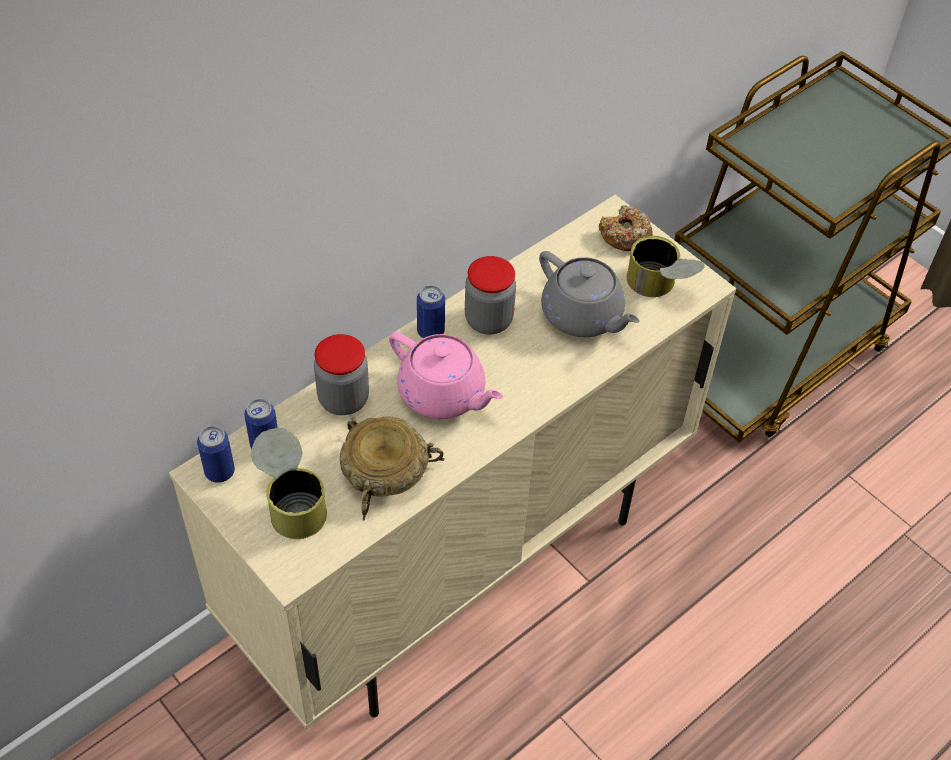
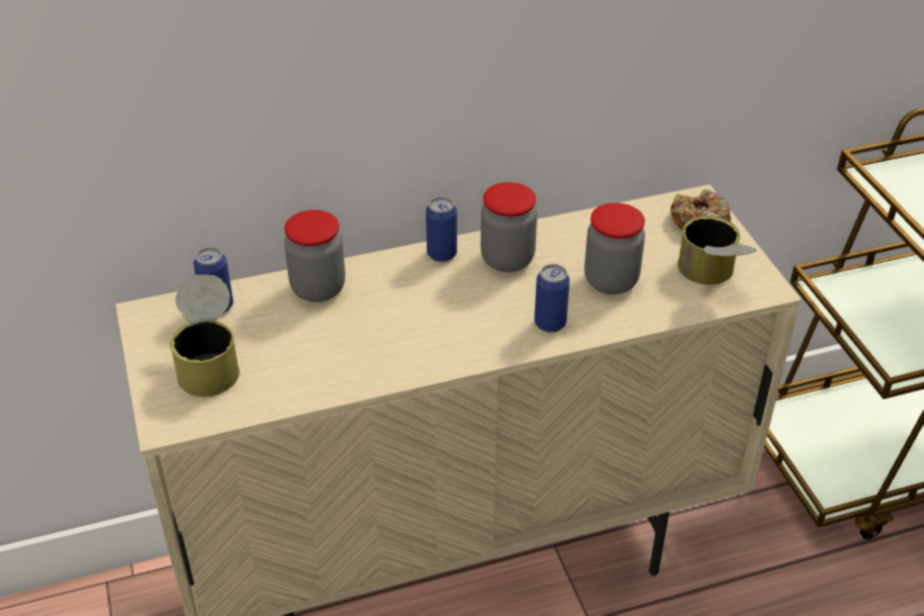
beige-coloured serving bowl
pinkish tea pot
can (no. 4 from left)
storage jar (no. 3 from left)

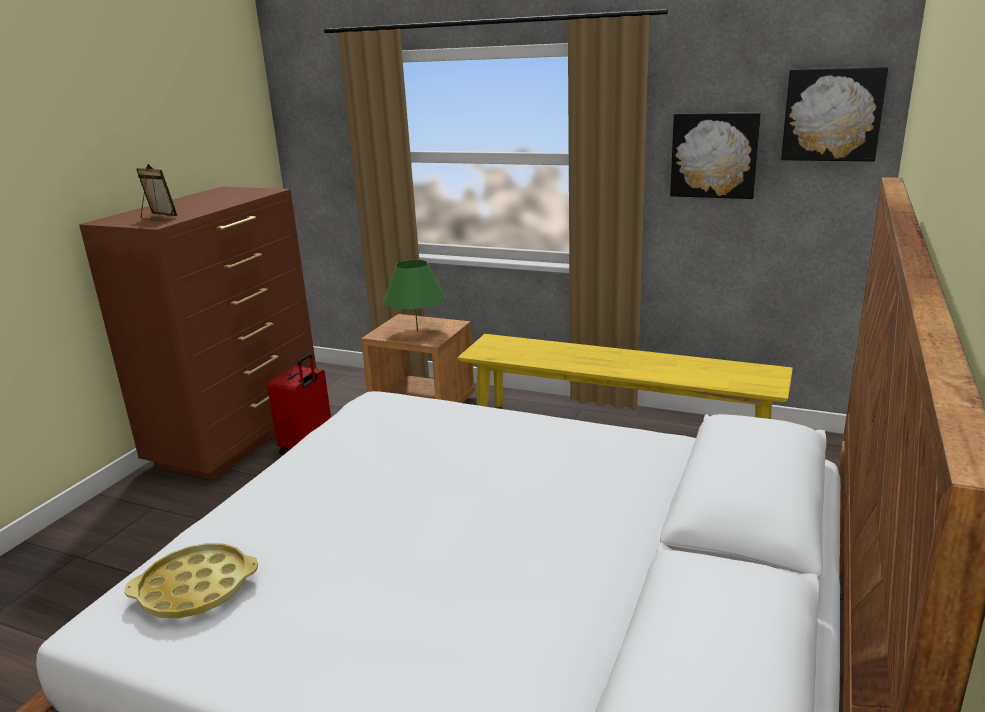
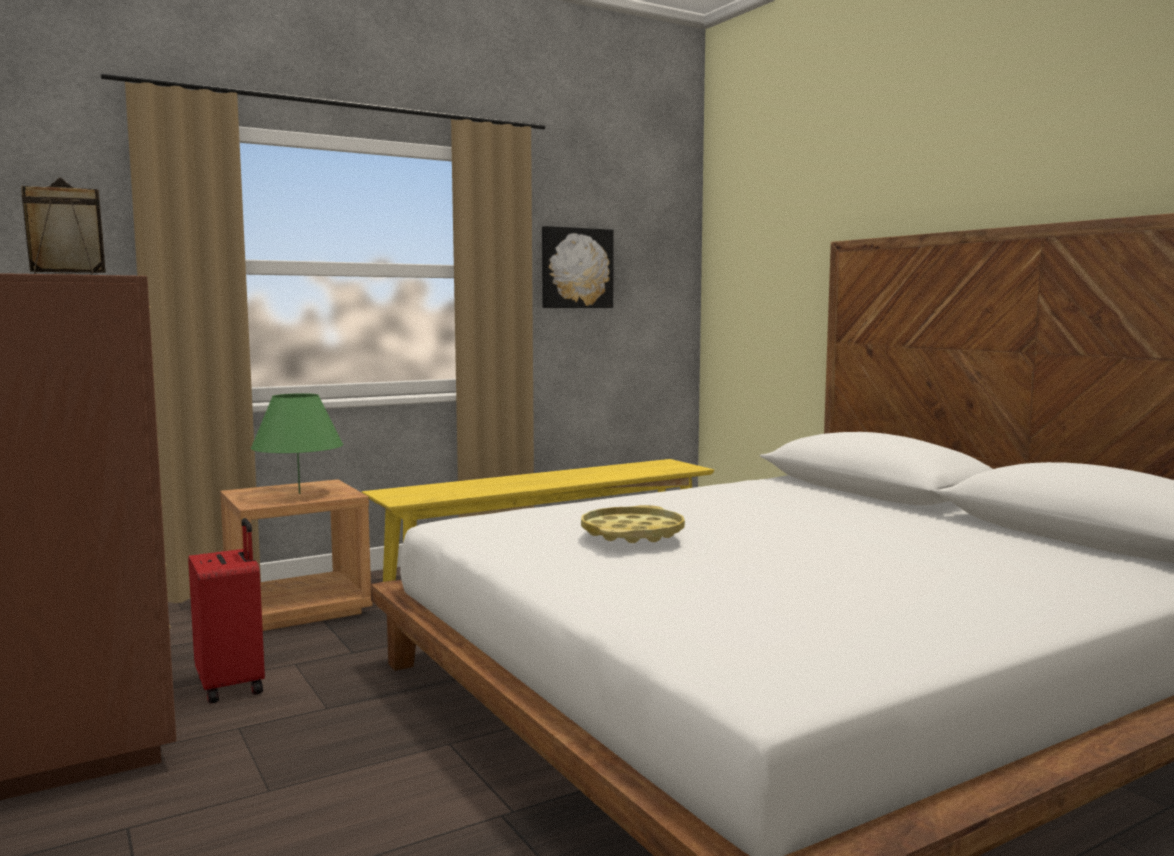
wall picture (no. 2 from left in the first image)
yellowish serving tray

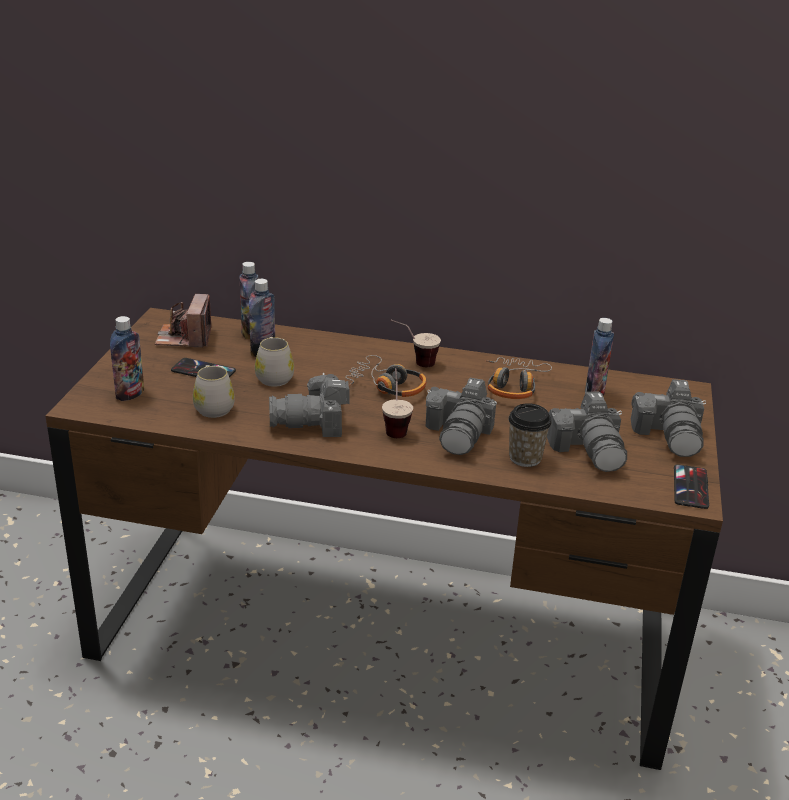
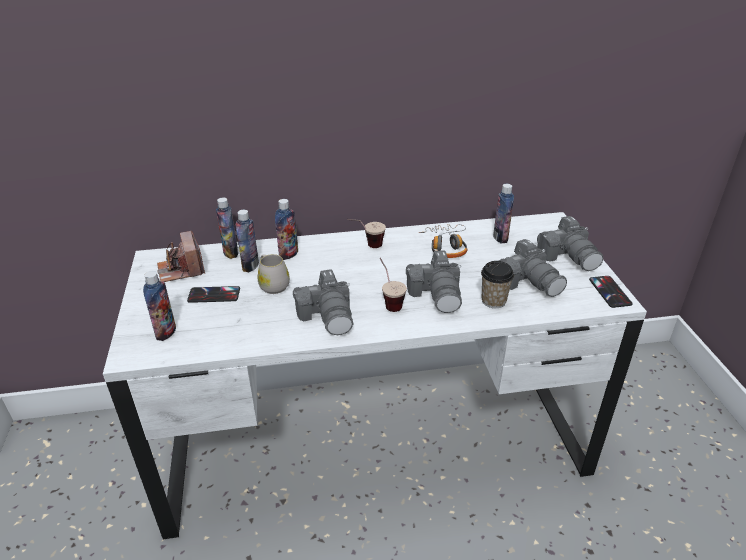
white-coloured tea mug (no. 1 from left in the first image)
headphones (no. 1 from left in the first image)
drink bottle (no. 4 from left)
white-coloured desk table
photo camera (no. 2 from left)

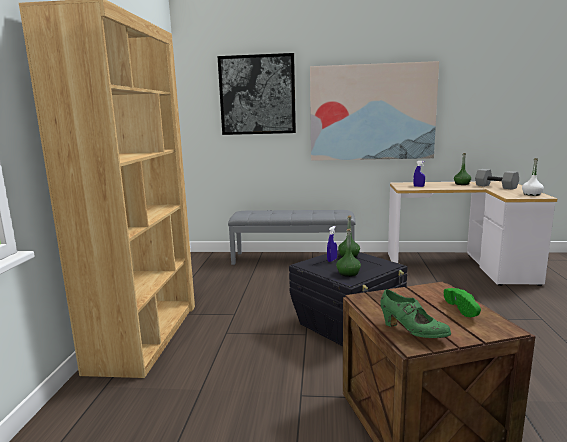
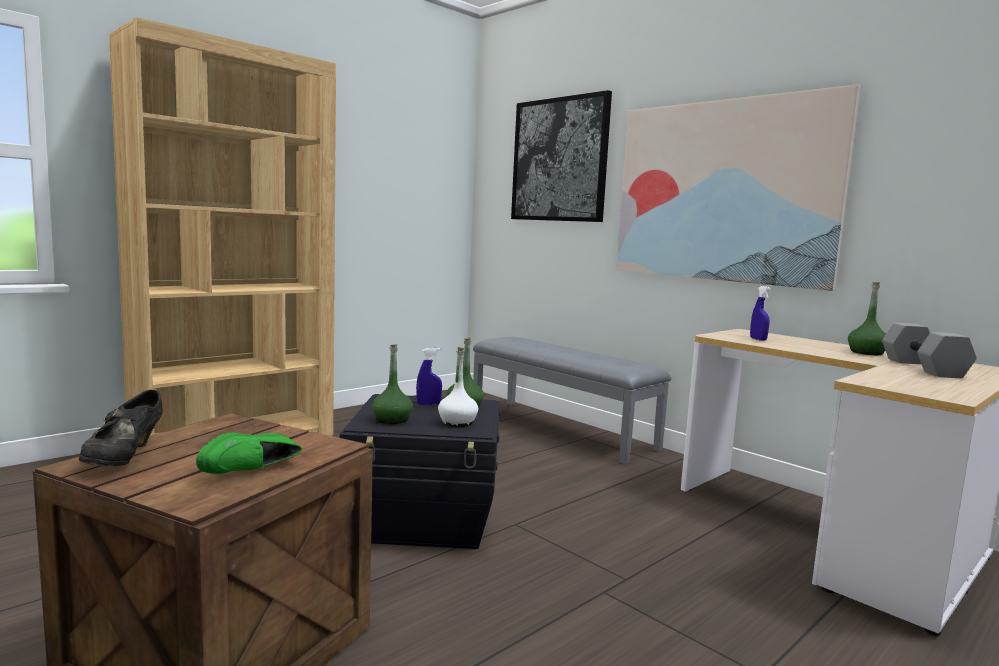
white-coloured drink bottle
black low shoe

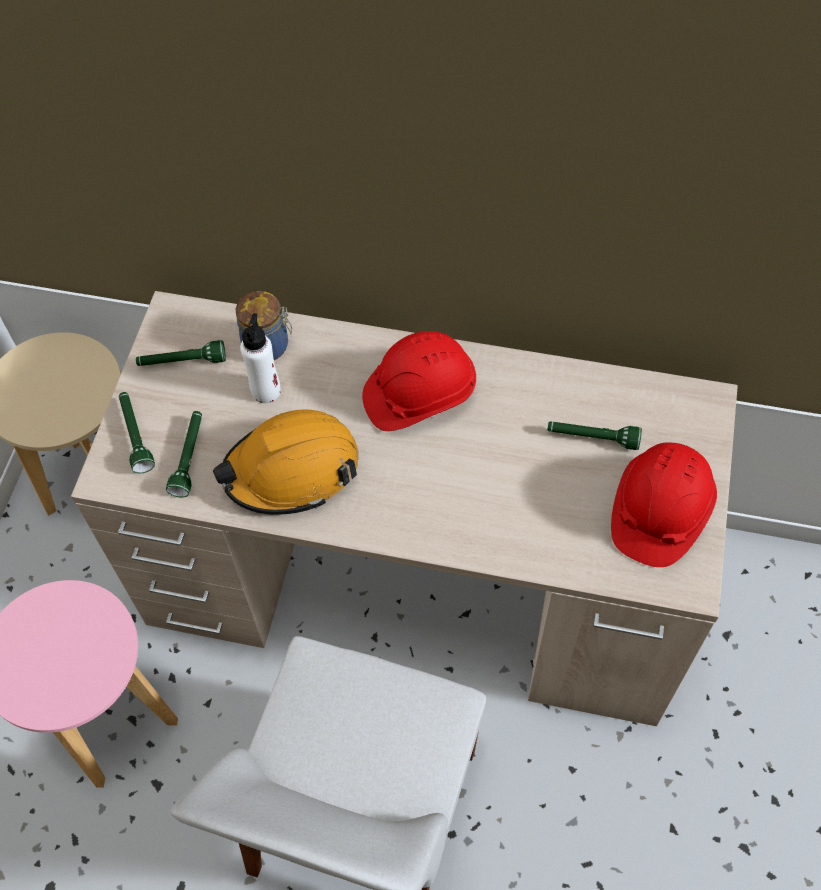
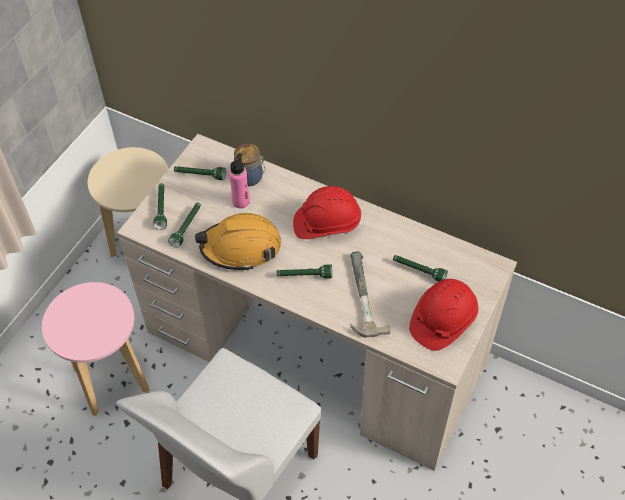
green-coloured flashlight (no. 4 from left)
hammer
pinkish drink bottle

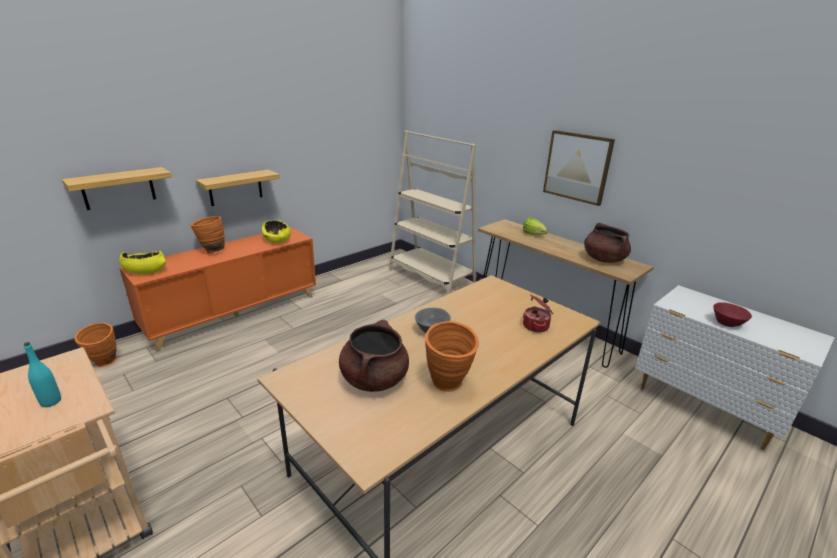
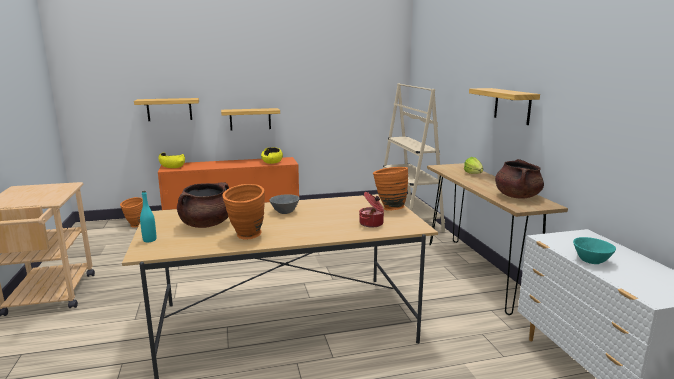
blue-green drink bottle
orange flower vase (no. 3 from left)
bracket shelf (no. 3 from left)
blue-green serving bowl

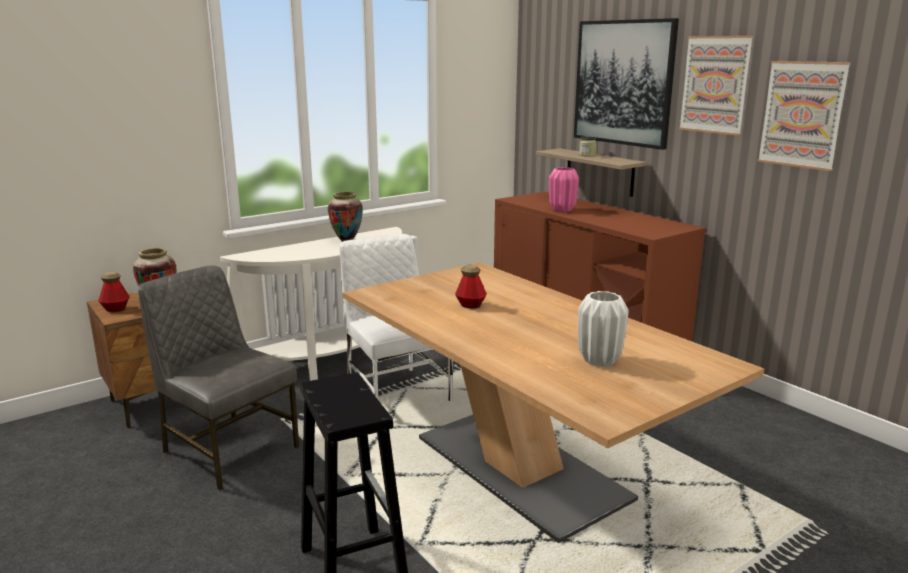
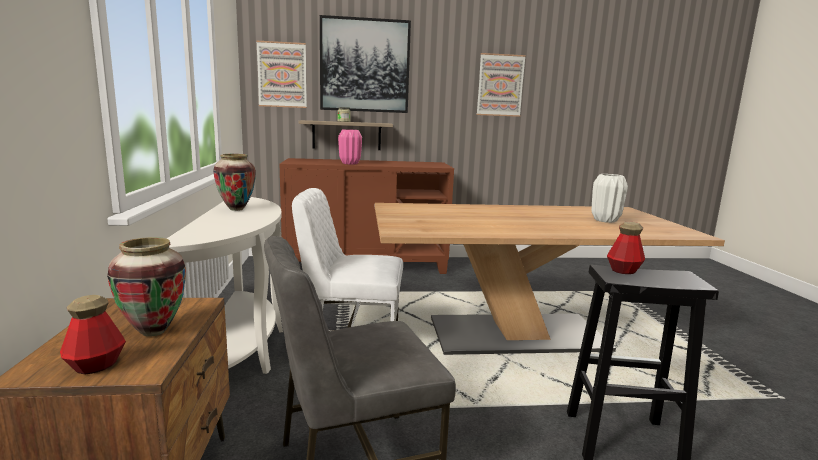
drink bottle (no. 2 from left)
wall picture (no. 1 from left)

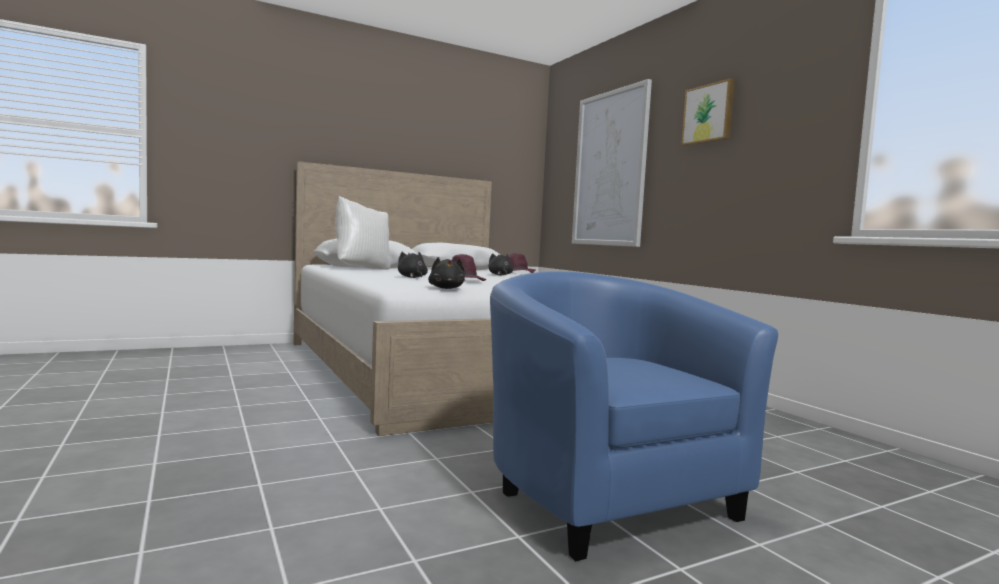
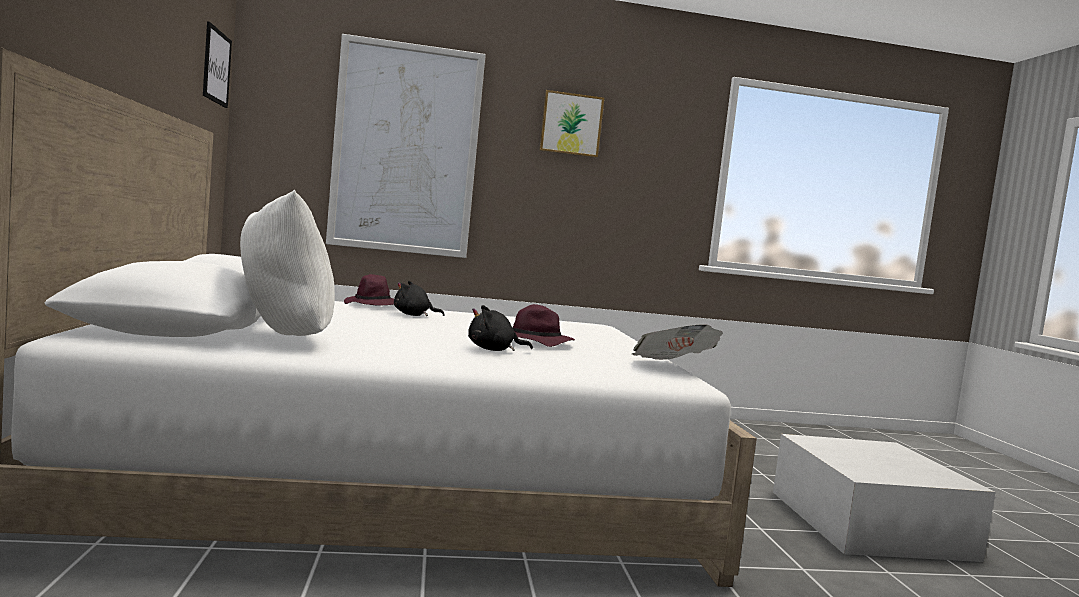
wall picture (no. 1 from left)
daily paper
white-coloured storage bin

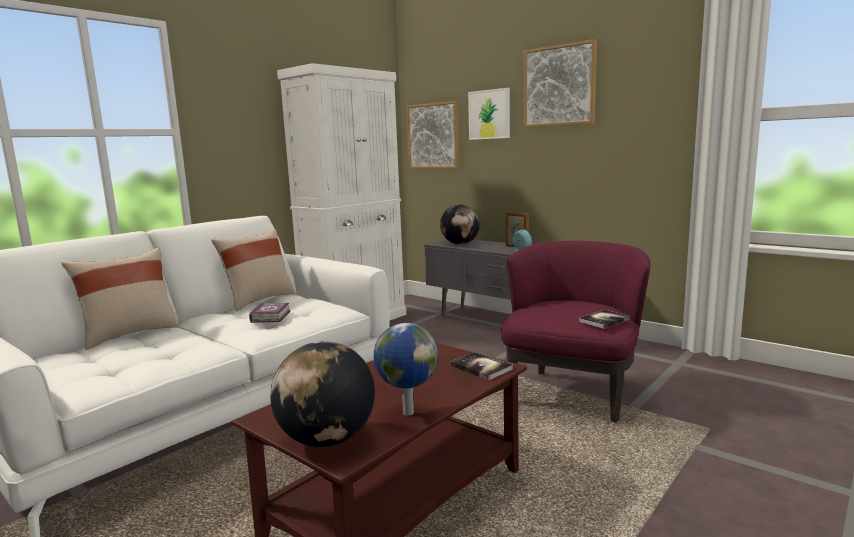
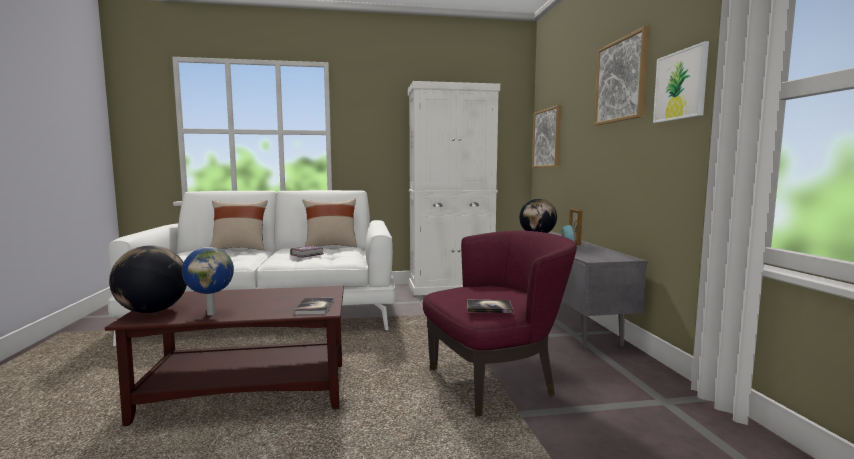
wall picture (no. 3 from left)

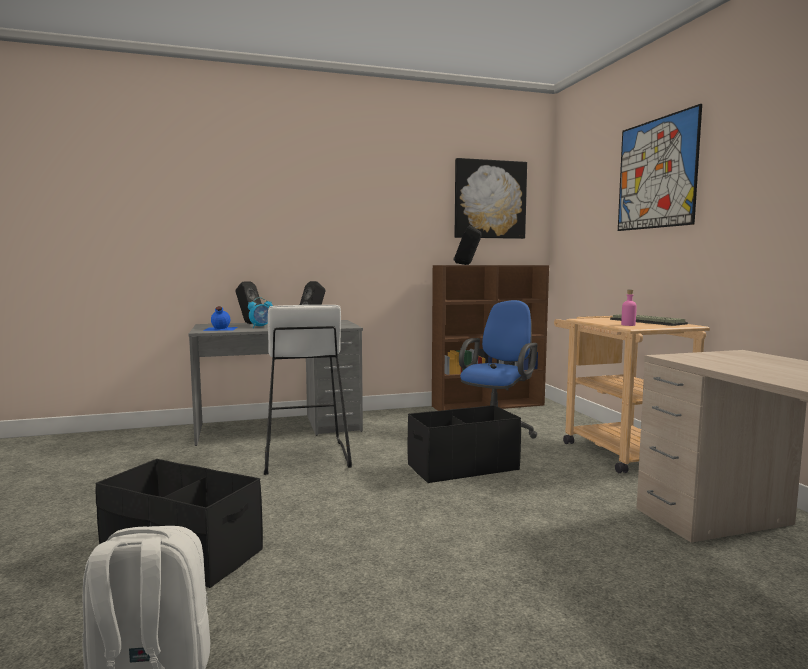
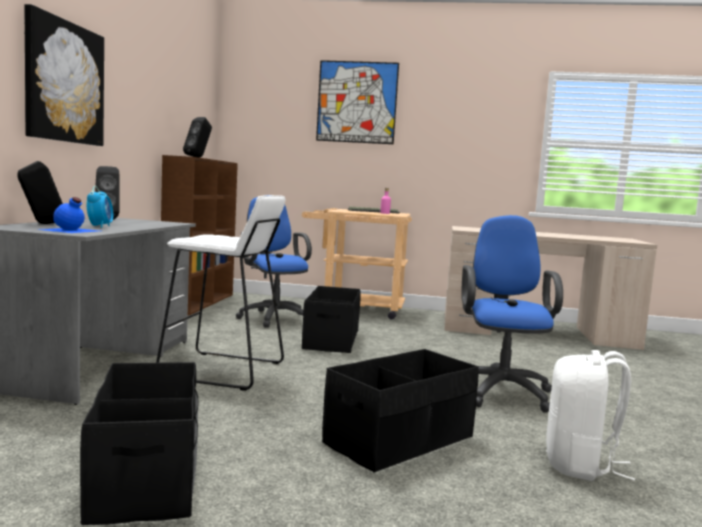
black storage bin (no. 1 from left)
bluish desk chair (no. 2 from left)
wall picture (no. 1 from left)

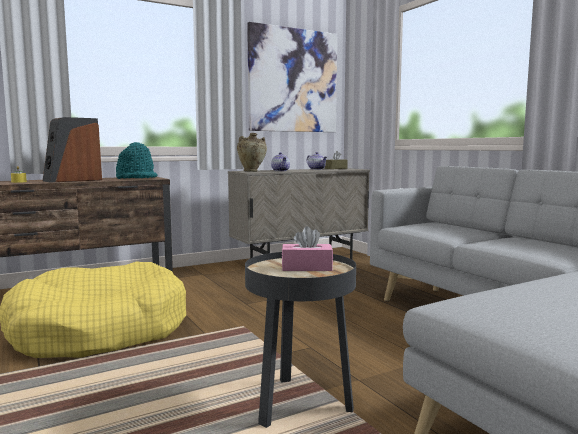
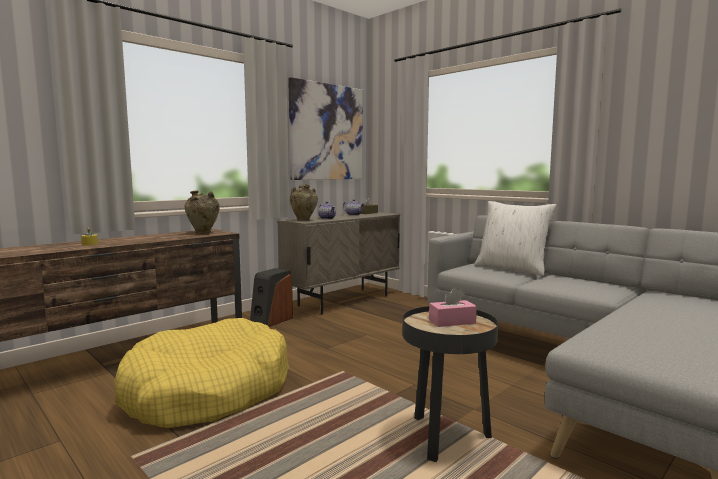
white-coloured pillow
loudspeaker
beige-coloured flower vase (no. 1 from left)

